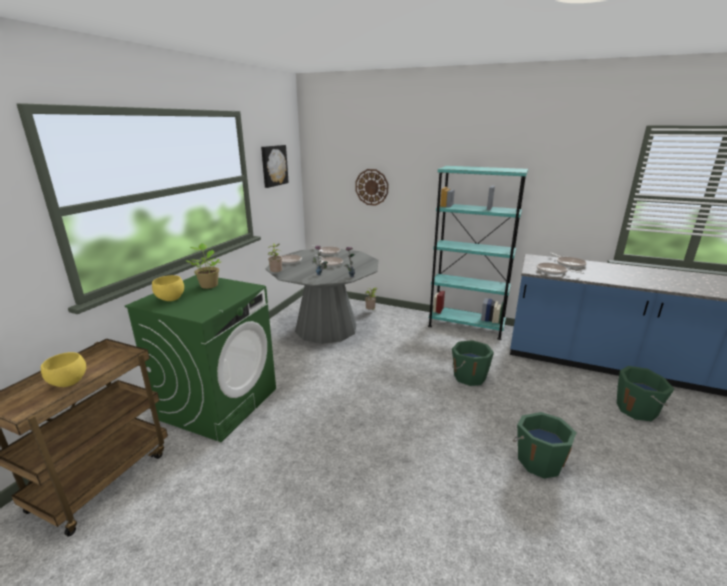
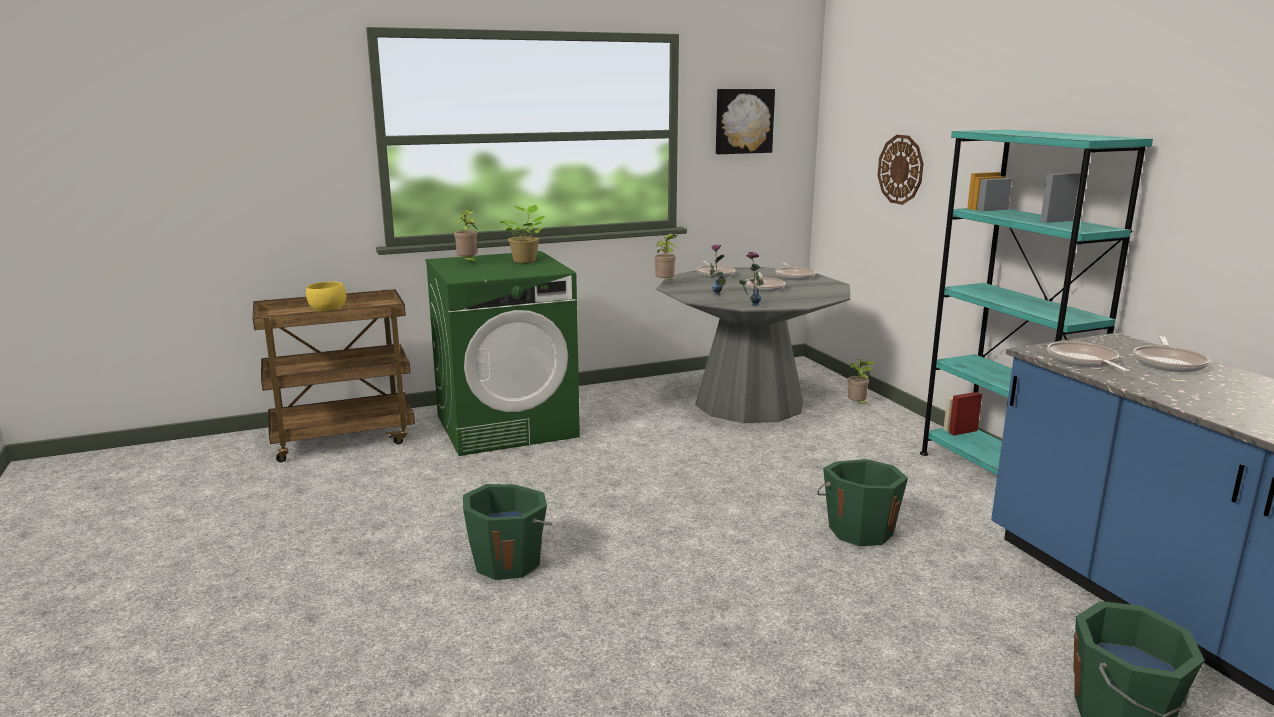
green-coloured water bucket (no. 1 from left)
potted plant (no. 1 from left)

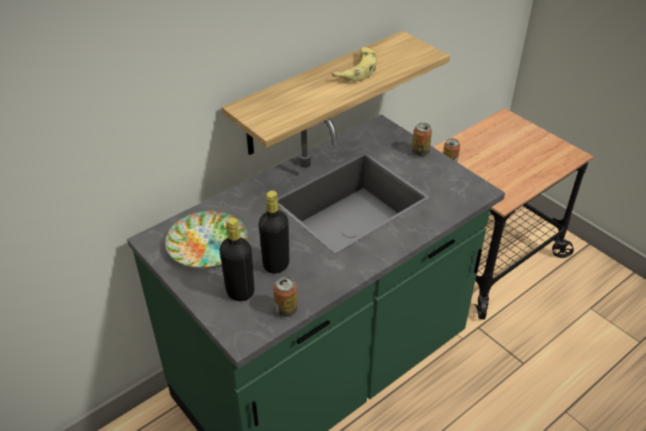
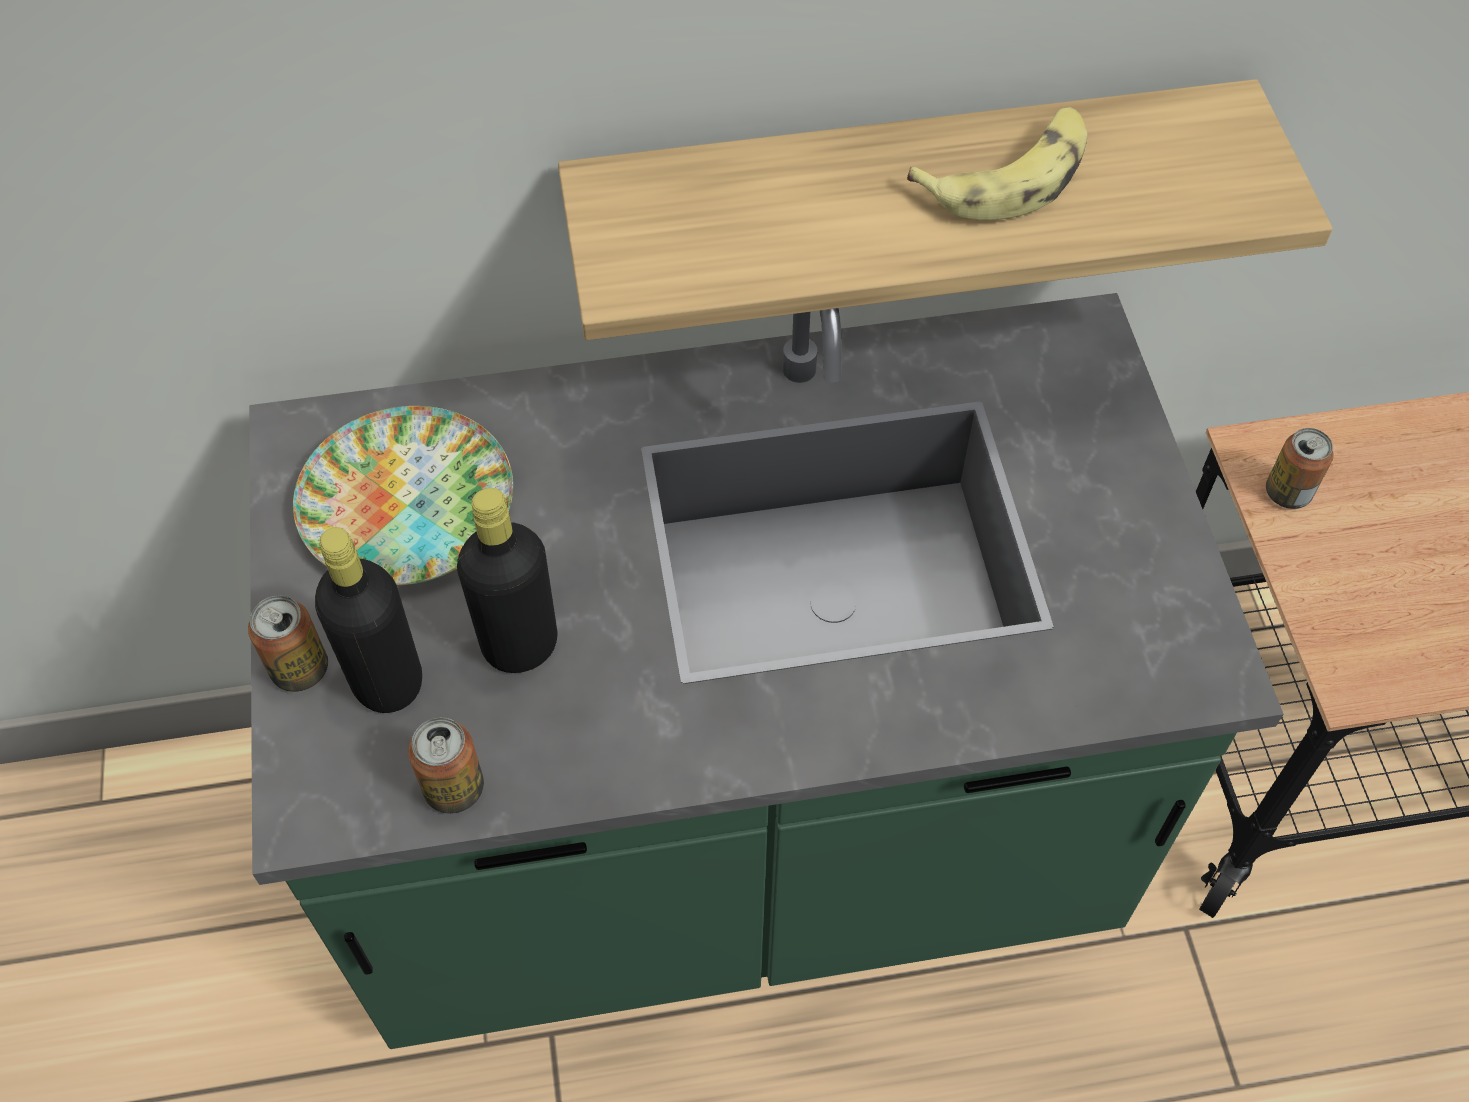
can (no. 1 from left)

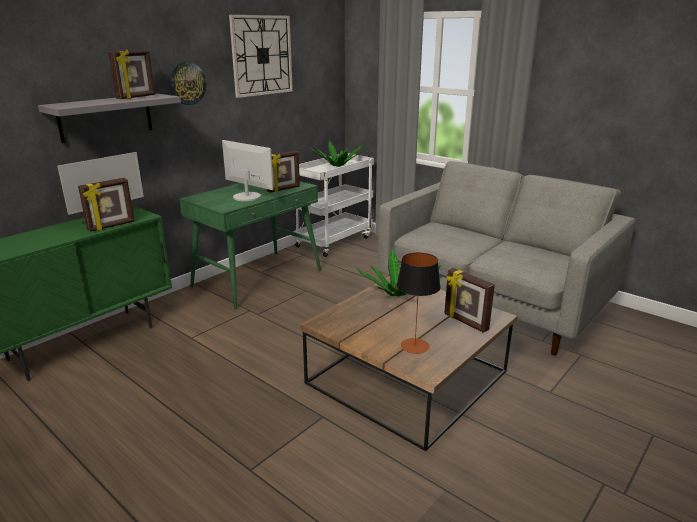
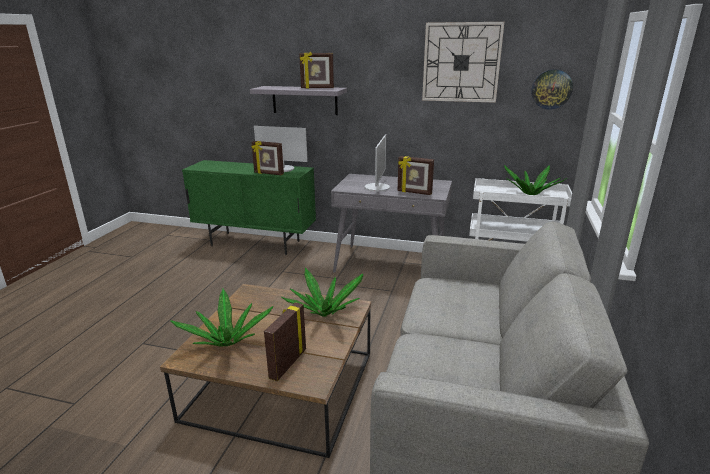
hanging clock (no. 2 from left)
potted plant (no. 1 from left)
greyish desk table

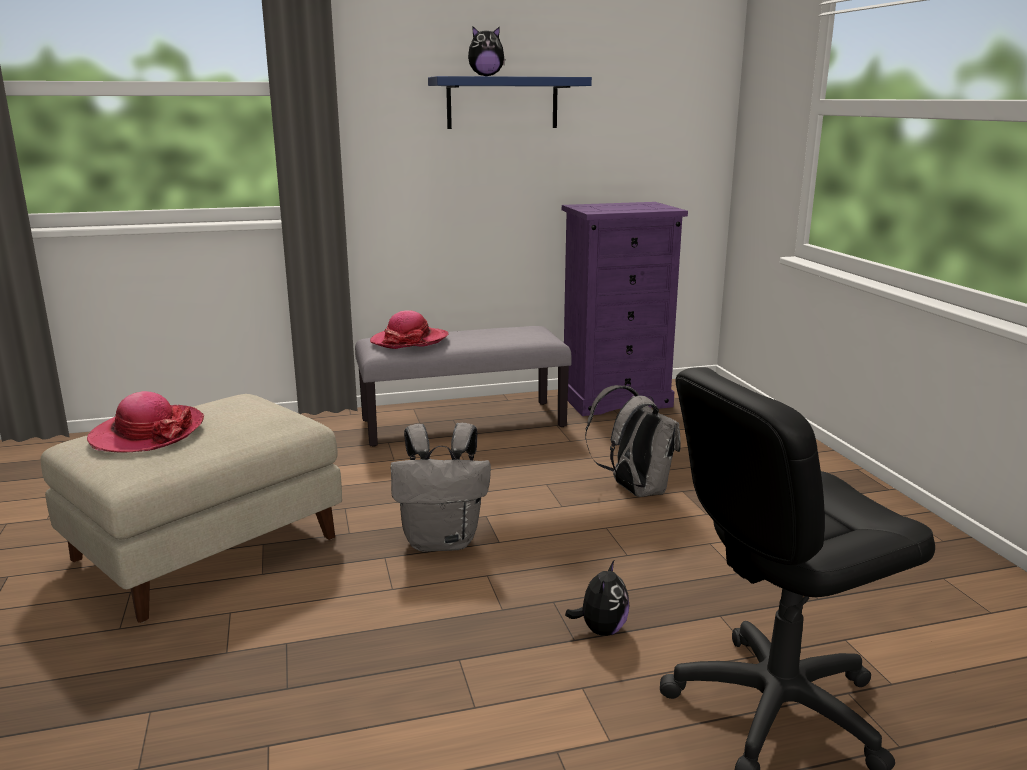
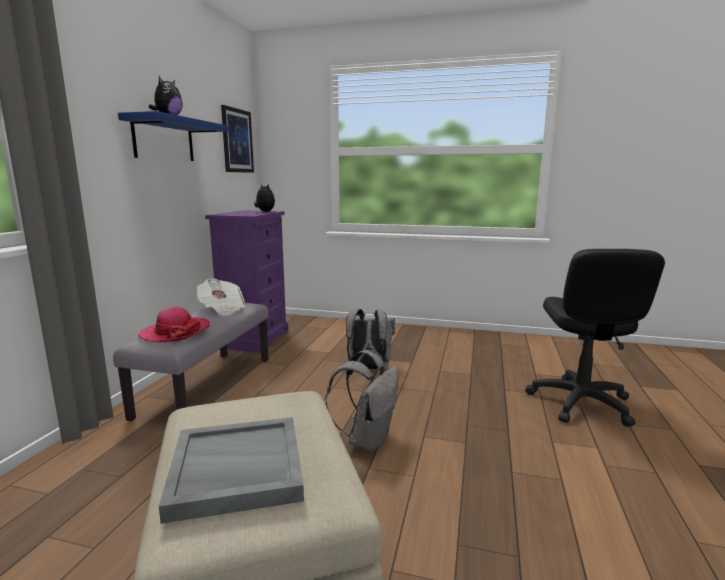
daily paper
wall picture
soft toy (no. 2 from left)
greyish serving tray

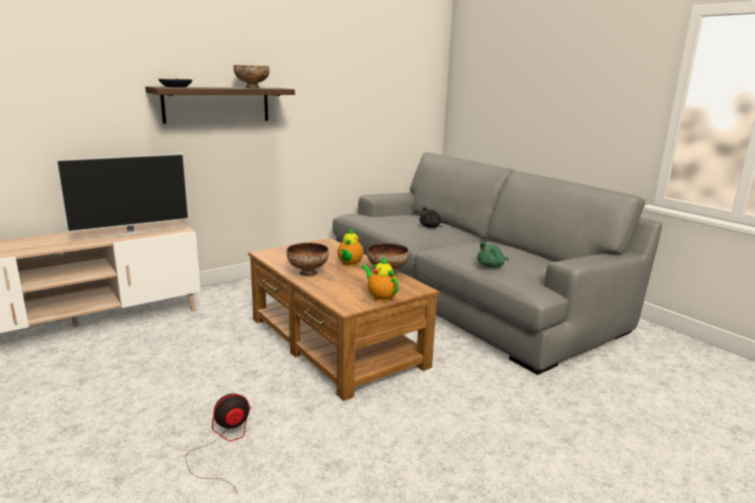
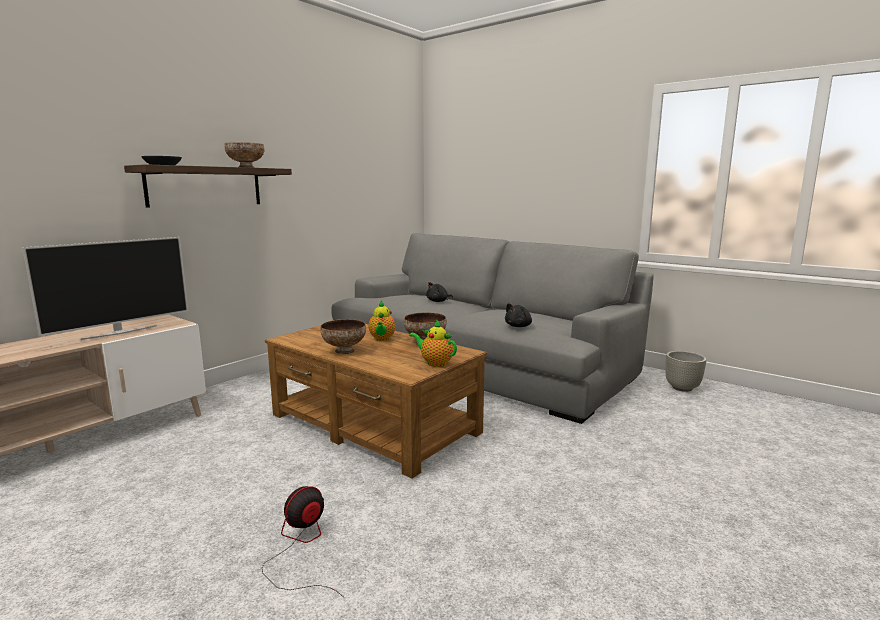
greyish planter
black soft toy (no. 2 from left)

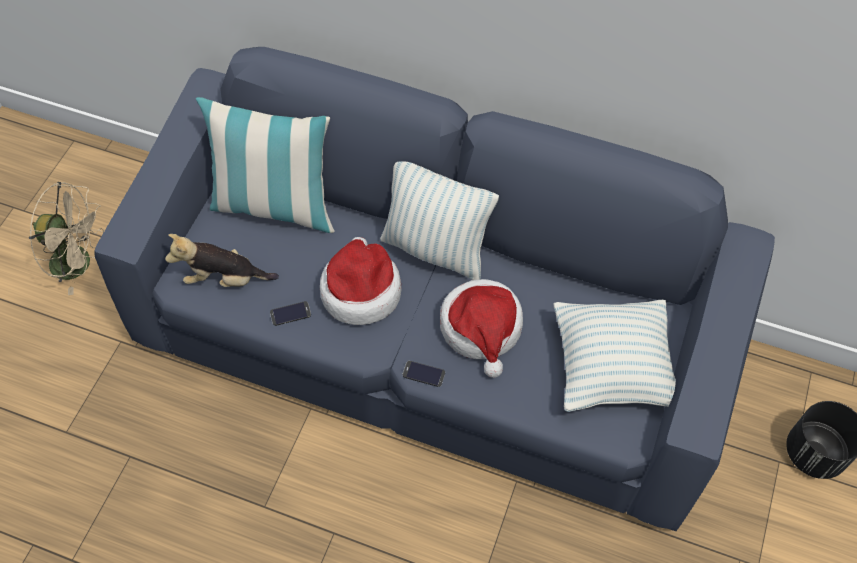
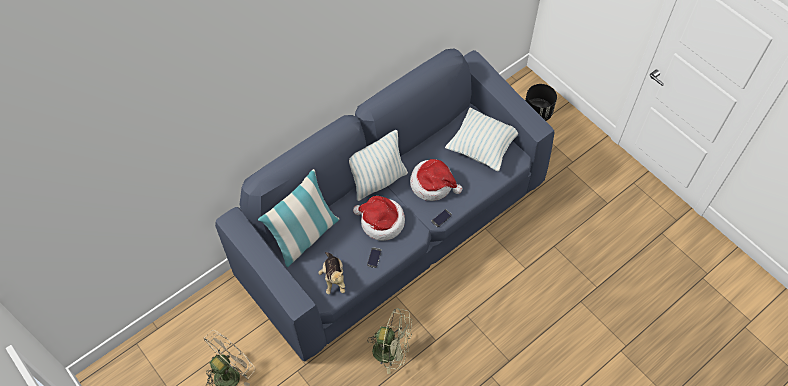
green-coloured electric fan
soft toy

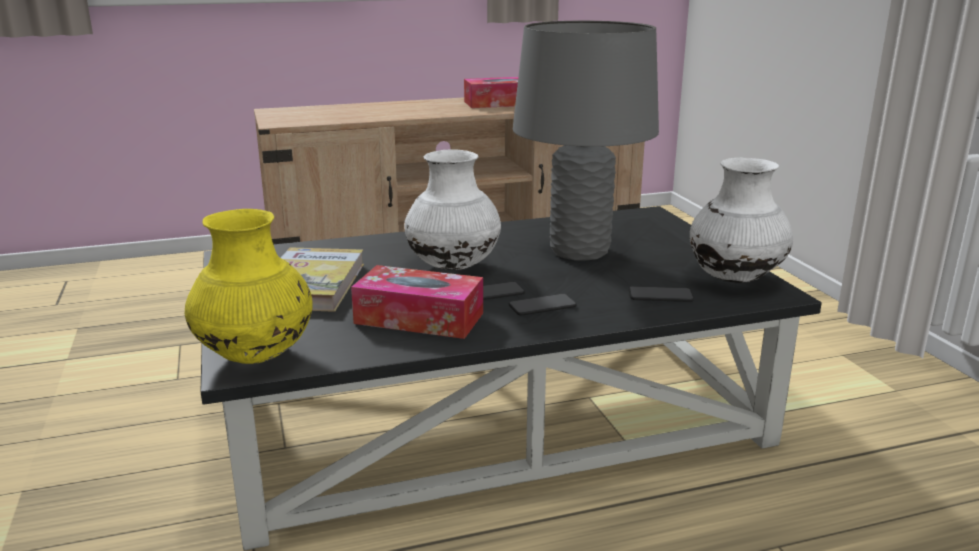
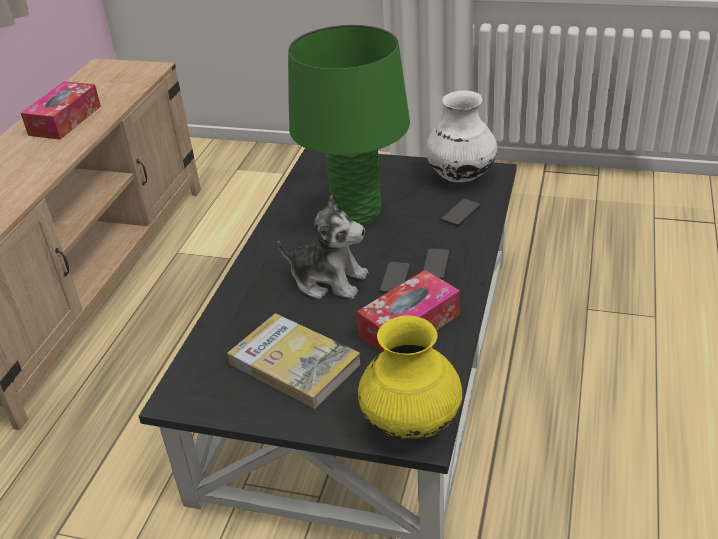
soft toy
green-coloured lamp for a table

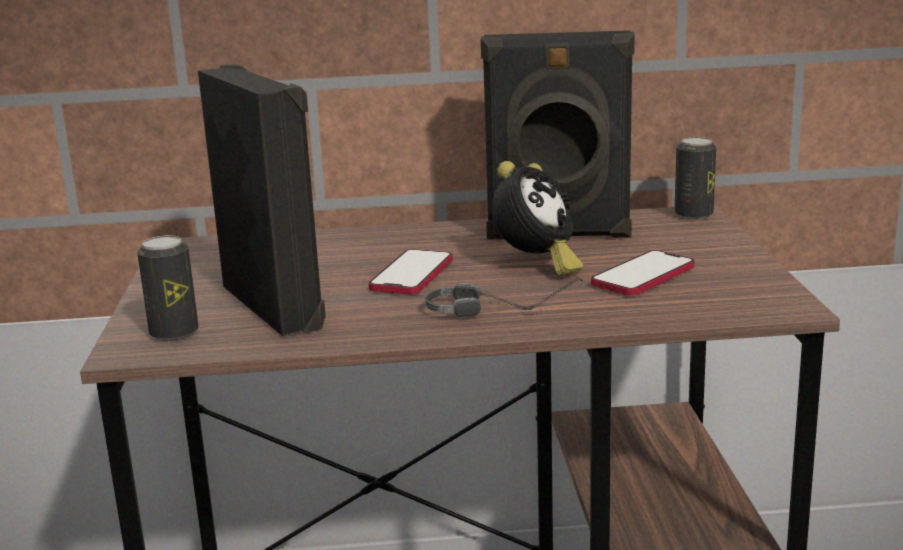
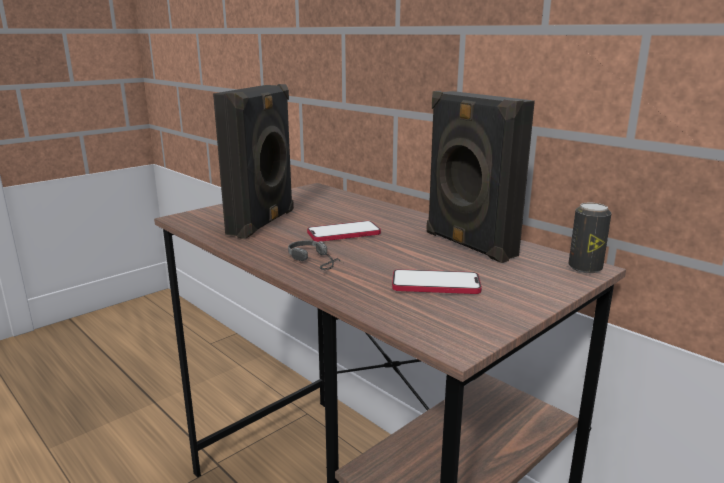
can (no. 1 from left in the first image)
bedside clock

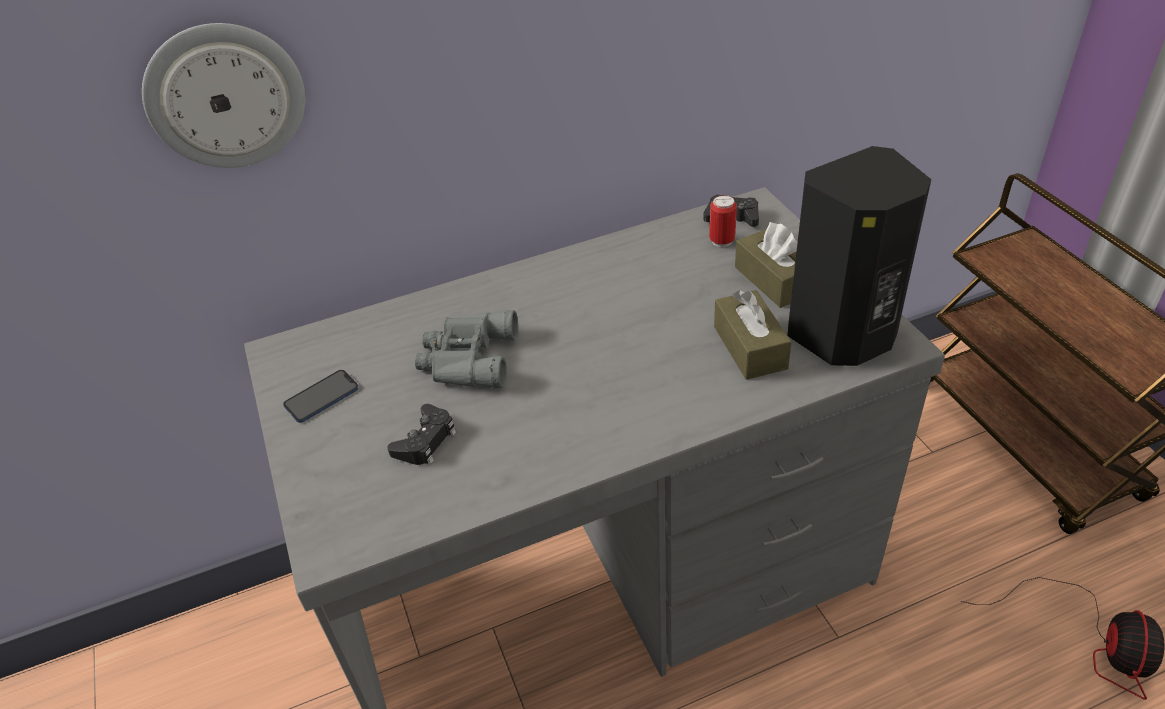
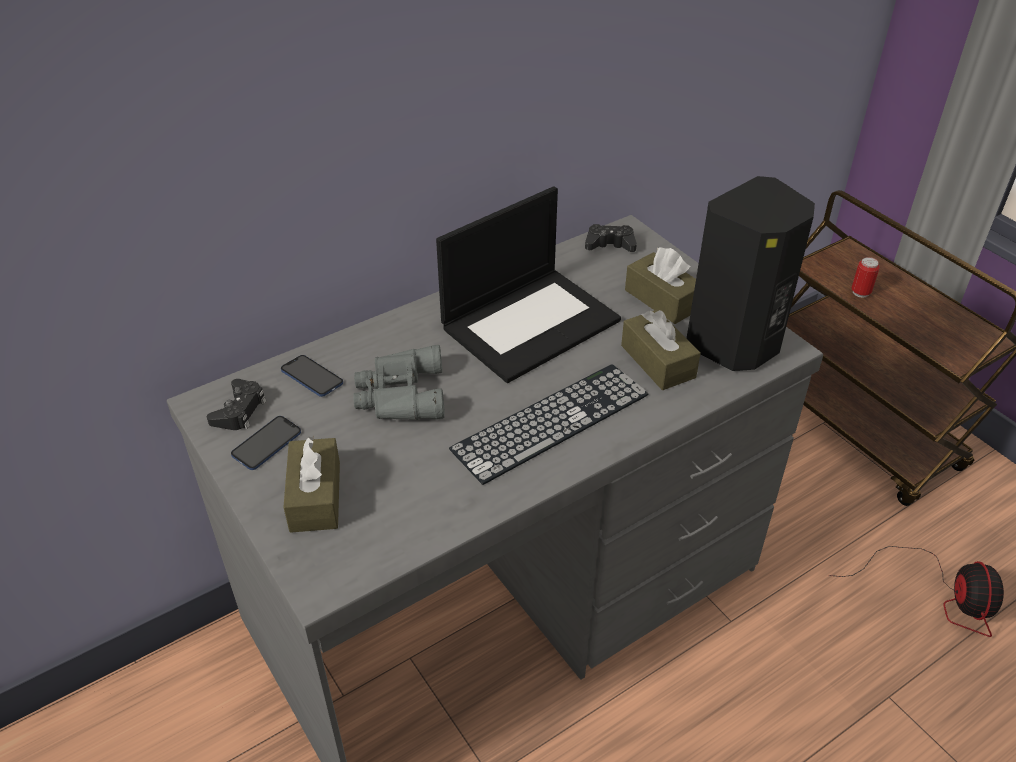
hanging clock
phone (no. 2 from left)
brownish box of tissues (no. 1 from left)
portable computer
keyboard
black gamepad (no. 1 from left)
can

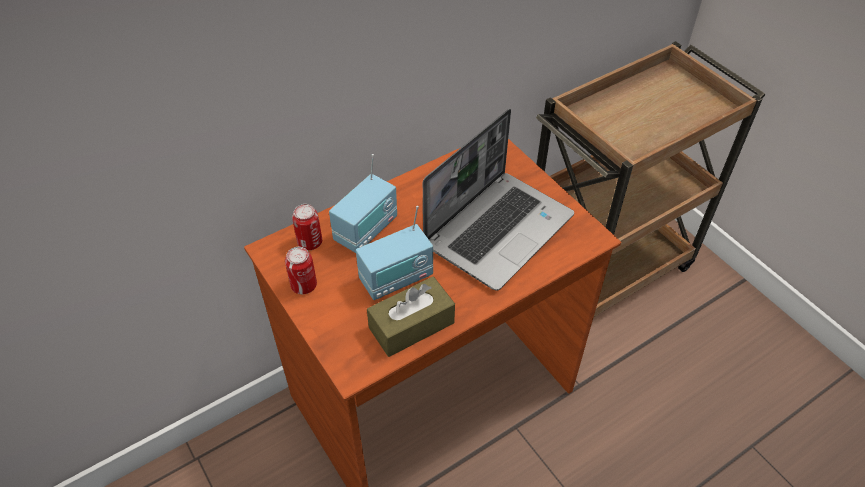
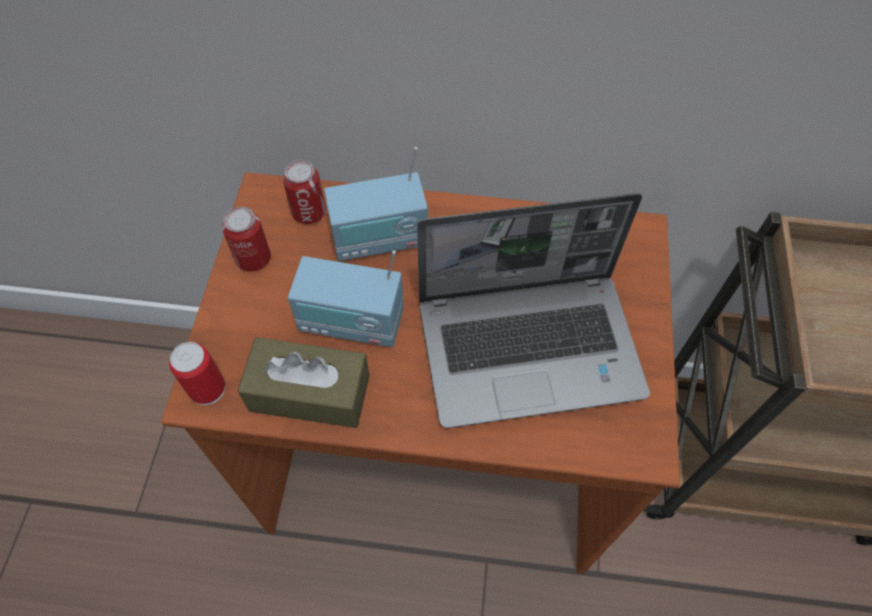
can (no. 1 from left)

